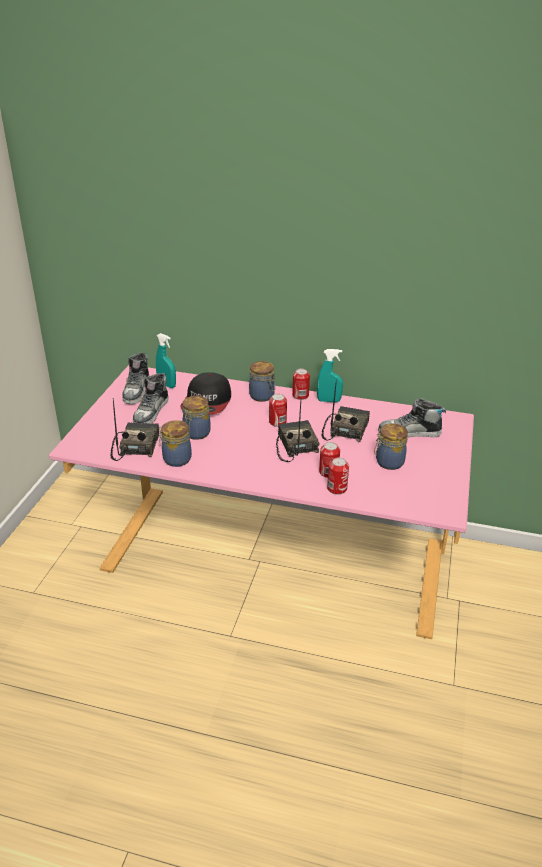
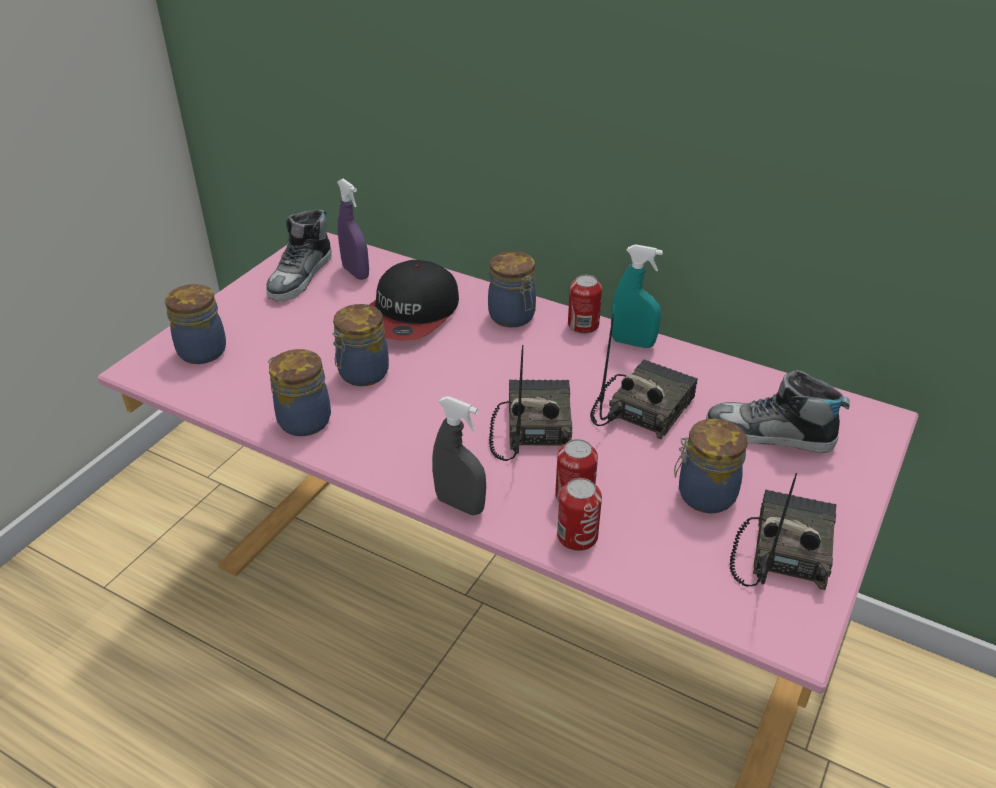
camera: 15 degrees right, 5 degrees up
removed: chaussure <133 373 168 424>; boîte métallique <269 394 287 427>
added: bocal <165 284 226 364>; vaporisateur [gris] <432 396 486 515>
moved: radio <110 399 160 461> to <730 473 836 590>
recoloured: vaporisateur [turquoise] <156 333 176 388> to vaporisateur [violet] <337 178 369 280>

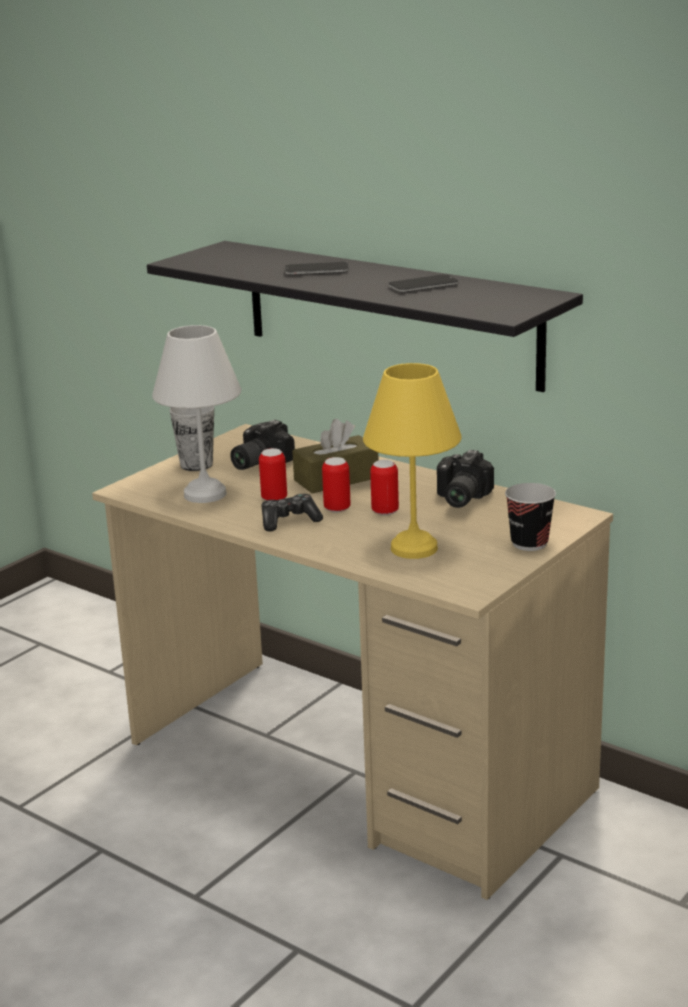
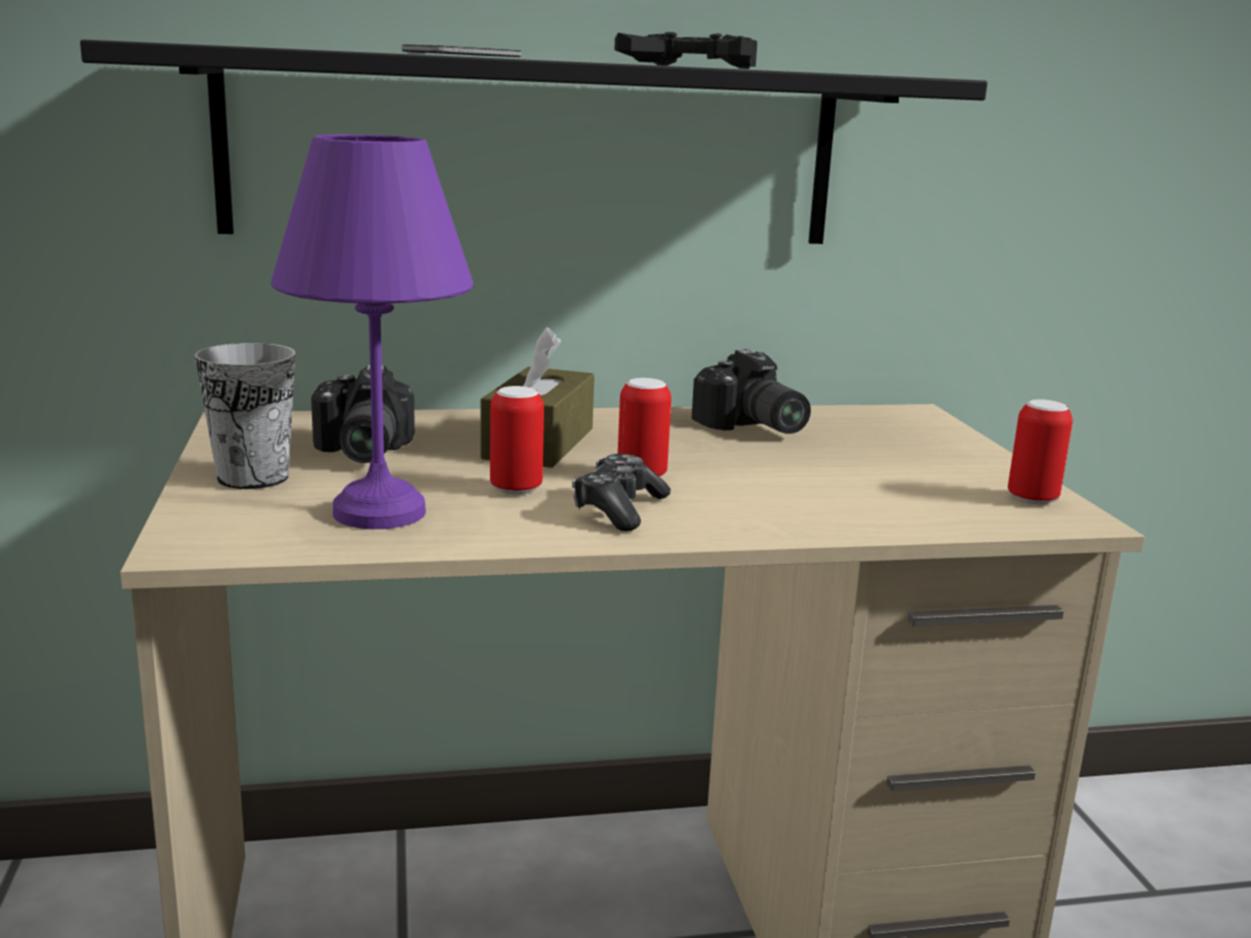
camera: 50 degrees left, 5 degrees down
removed: lampe de table [jaune] <363 363 462 559>; tasse <505 483 556 551>
moved: boîte métallique <370 460 399 516> to <1008 399 1073 505>
replaced: téléphone <388 274 459 292> to manette [noir] <614 32 757 69>
recoloured: lampe de table [blanc] <152 325 241 503> to lampe de table [violet] <271 134 473 529>

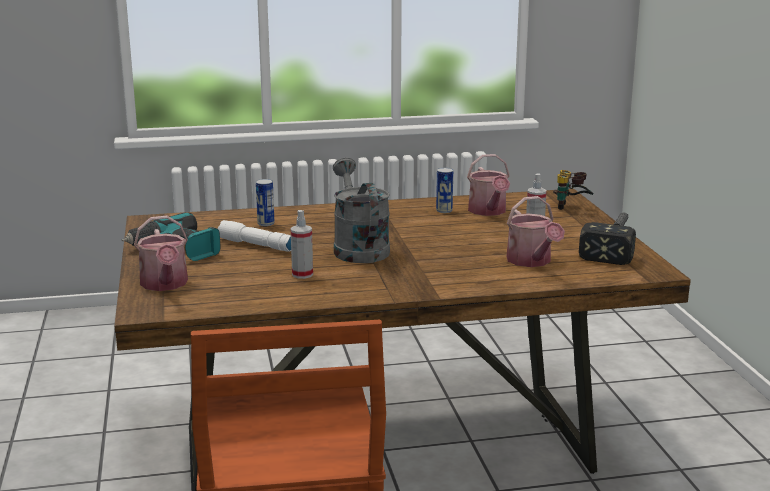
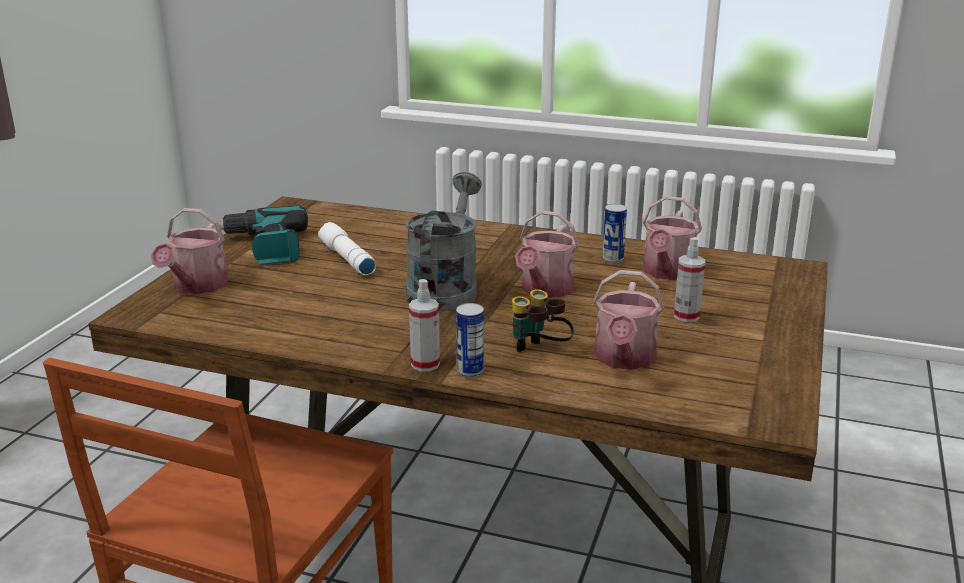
camera: 30 degrees right, 5 degrees up
removed: marteau <579 212 636 265>
added: arrosoir <515 211 579 298>
moved: boîte métallique <256 179 274 226> to <456 303 484 378>; vaporisateur <291 210 313 279> to <409 279 440 372>; jumelles <553 170 593 210> to <512 289 574 352>

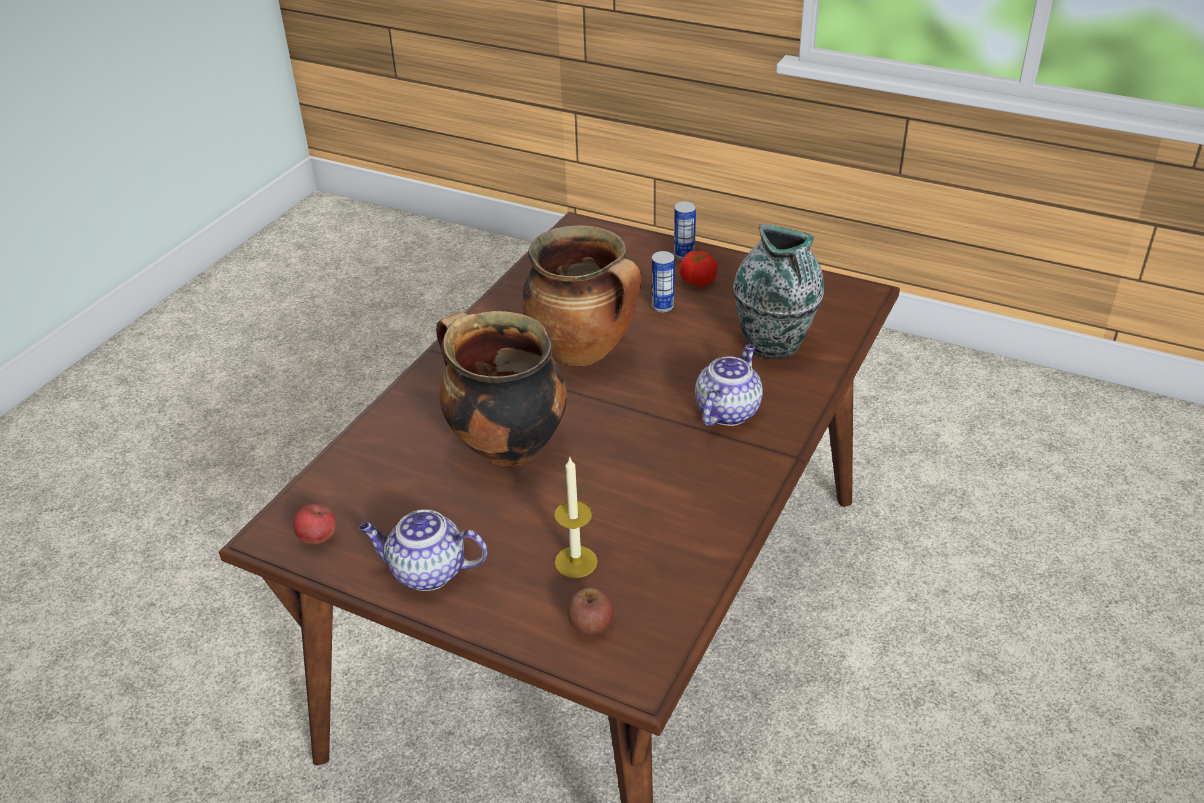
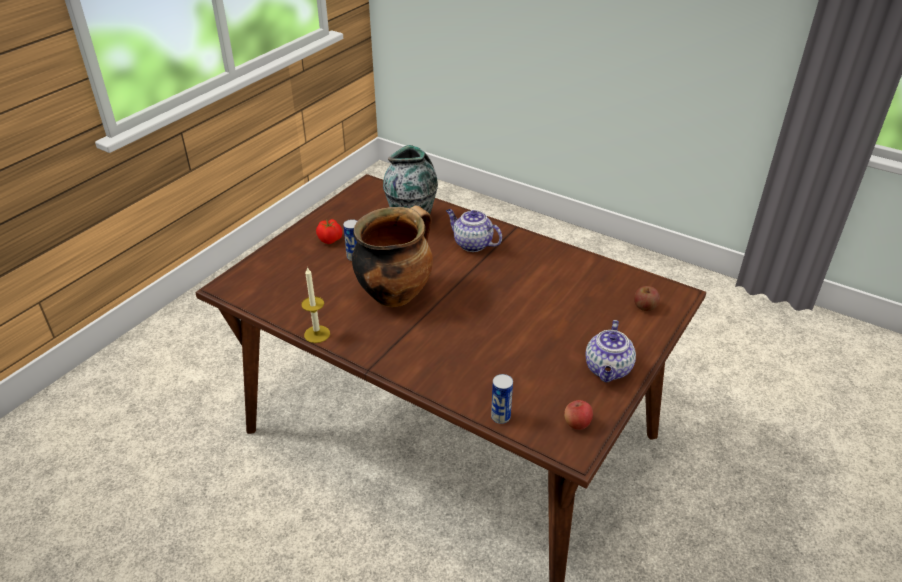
camera: 85 degrees left, 0 degrees up
removed: marmite <436 311 567 466>
moved: bougie <554 458 598 578> to <301 267 330 343>; boîte métallique <674 202 696 260> to <491 374 513 424>

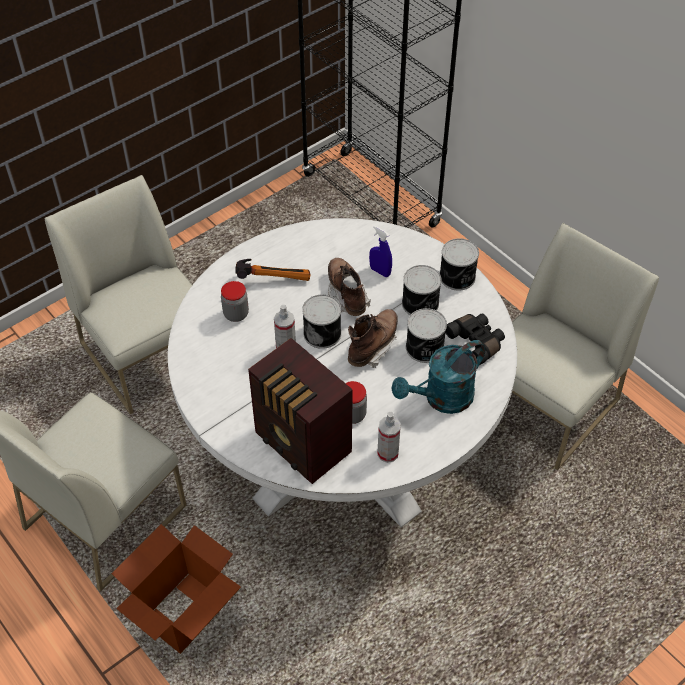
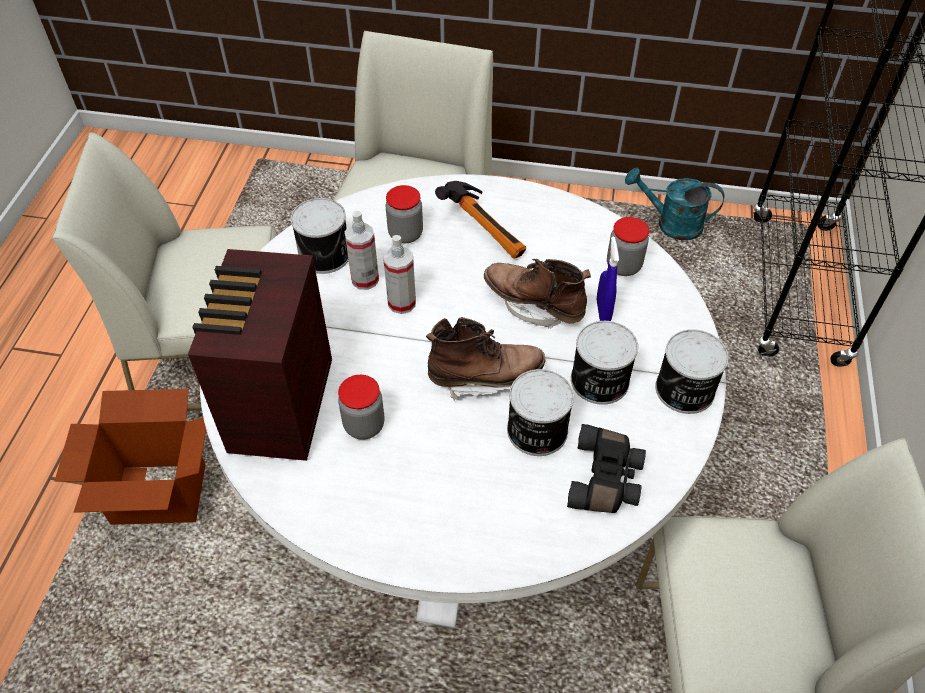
camera: 50 degrees right, 0 degrees up
added: bocal <607 217 649 276>
moved: boîte métallique <302 295 341 349> to <291 198 349 274>; vaporisateur <377 412 401 463> to <345 211 379 290>; arrosoir [turquoise] <391 340 485 414> to <625 168 724 240>
turned: botte [marron] <328 258 371 316> = <484 259 591 329> 90 degrees counterclockwise

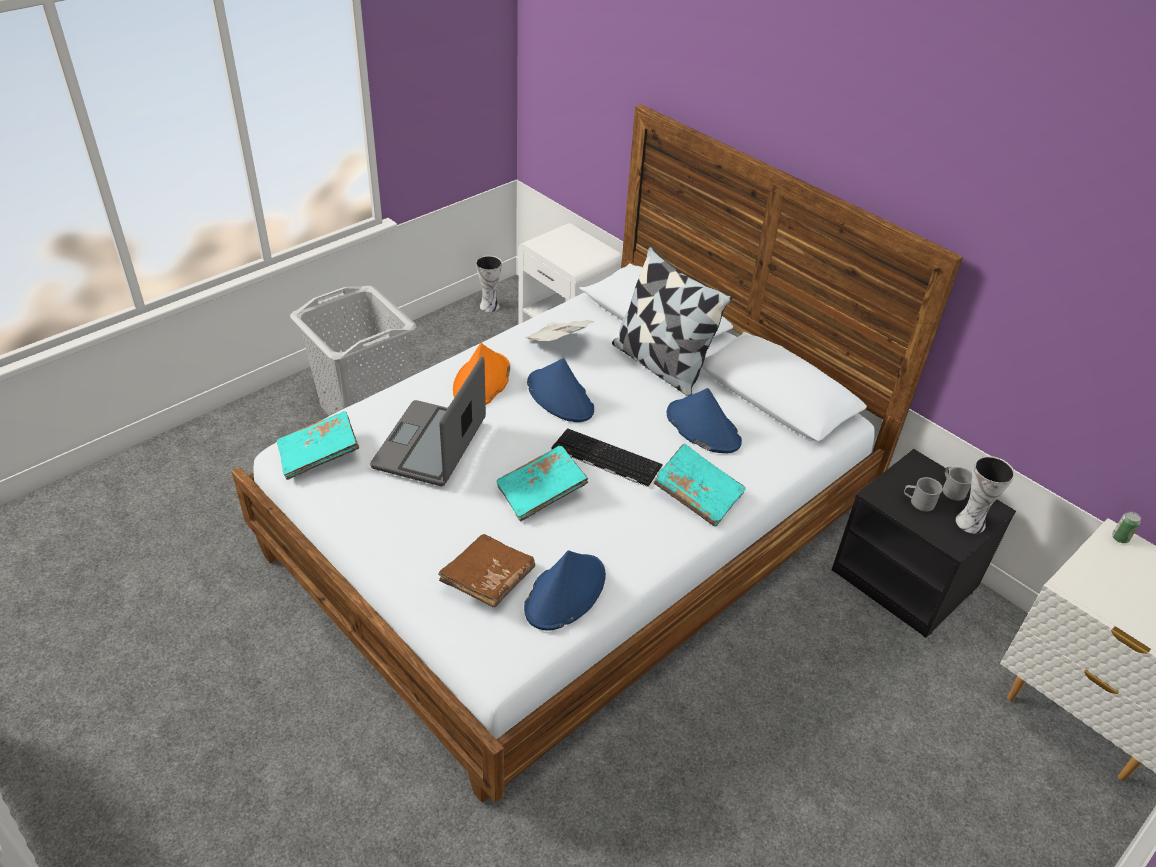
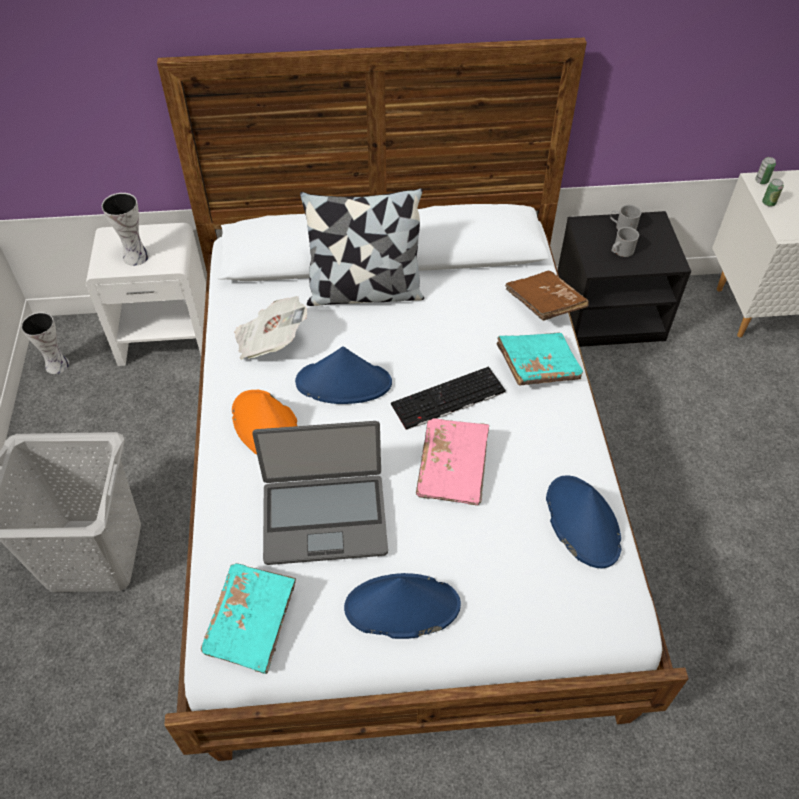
camera: 50 degrees left, 10 degrees up
added: boîte métallique <762 179 784 206>
moved: livre [marron] <438 534 535 607> to <505 270 589 321>; chapeau [bleu] <667 388 742 453> to <344 573 461 639>; vase <956 456 1015 534> to <102 193 149 266>
recoloured: livre [turquoise] <496 446 588 522> to livre [rose] <416 418 489 505>
turned: ordinateur portable <370 356 486 486> = <252 421 388 565> 60 degrees counterclockwise

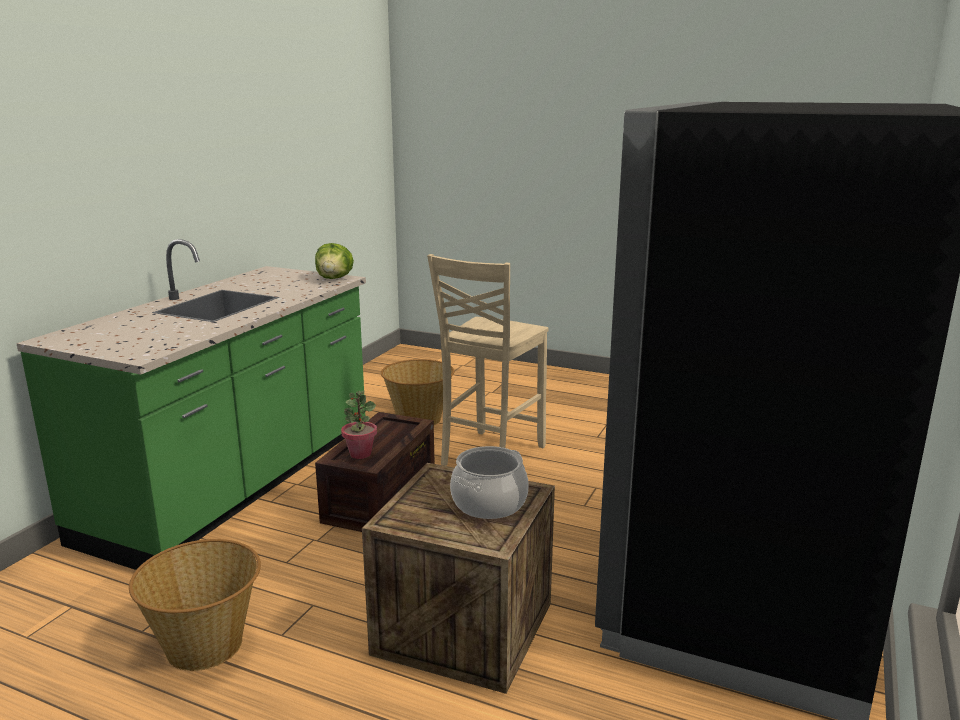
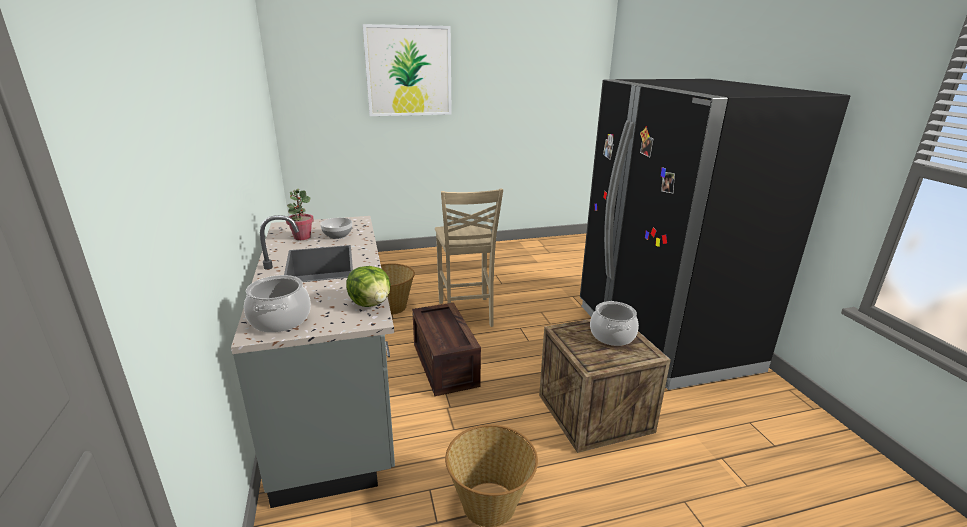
camera: 40 degrees left, 5 degrees up
added: marmite <244 275 311 333>; bol <320 218 352 239>; tableau <363 24 452 116>
moved: laitue <315 243 354 279> to <346 266 391 307>; plante en pot <341 391 377 459> to <286 189 314 240>
recoloured: comptoir de cuisine [vert] <16 239 366 570> to comptoir de cuisine [gris] <231 215 395 508>

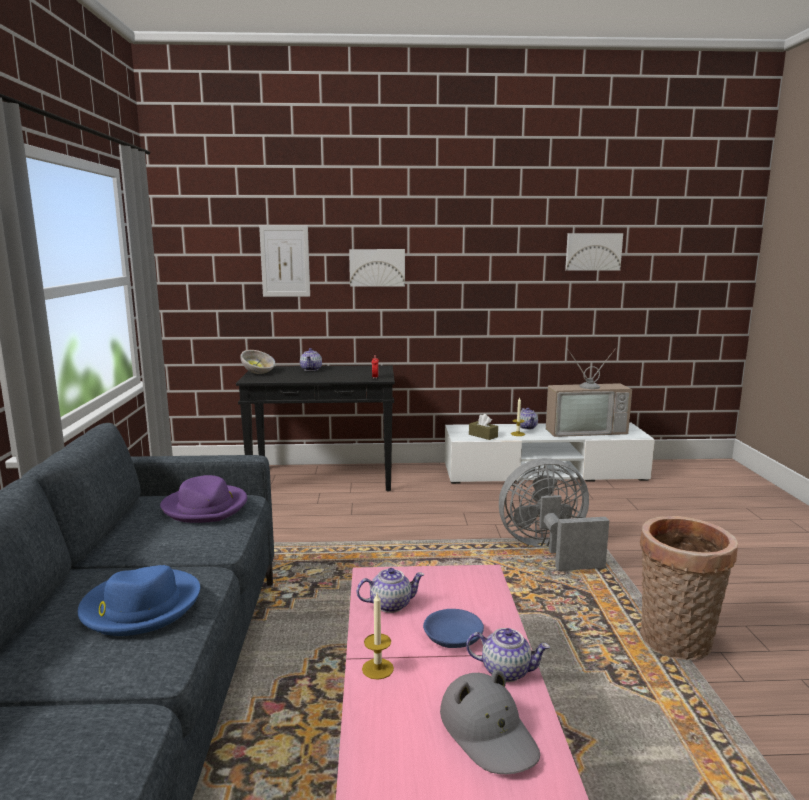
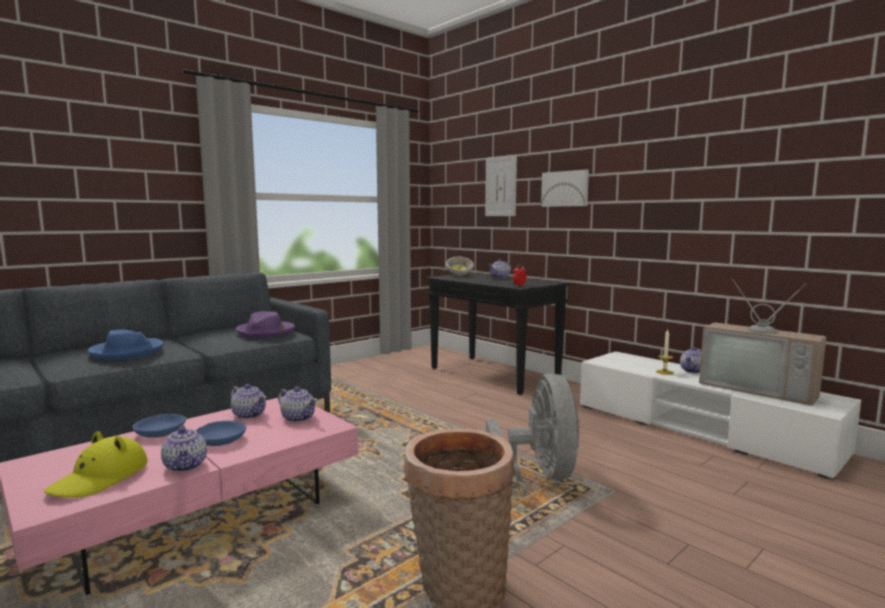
camera: 50 degrees right, 5 degrees down
removed: boîte à mouchoirs [marron] <469 414 498 440>; tableau <565 233 623 271>
added: théière <278 386 318 422>
replaced: bougie <362 593 394 680> to bol [bleu] <133 414 186 438>
recoloured: chapeau [gris] <440 670 540 774> to chapeau [jaune] <44 431 148 498>
turned: ventilateur [gris] <499 458 609 571> = <486 373 580 480> 45 degrees clockwise

